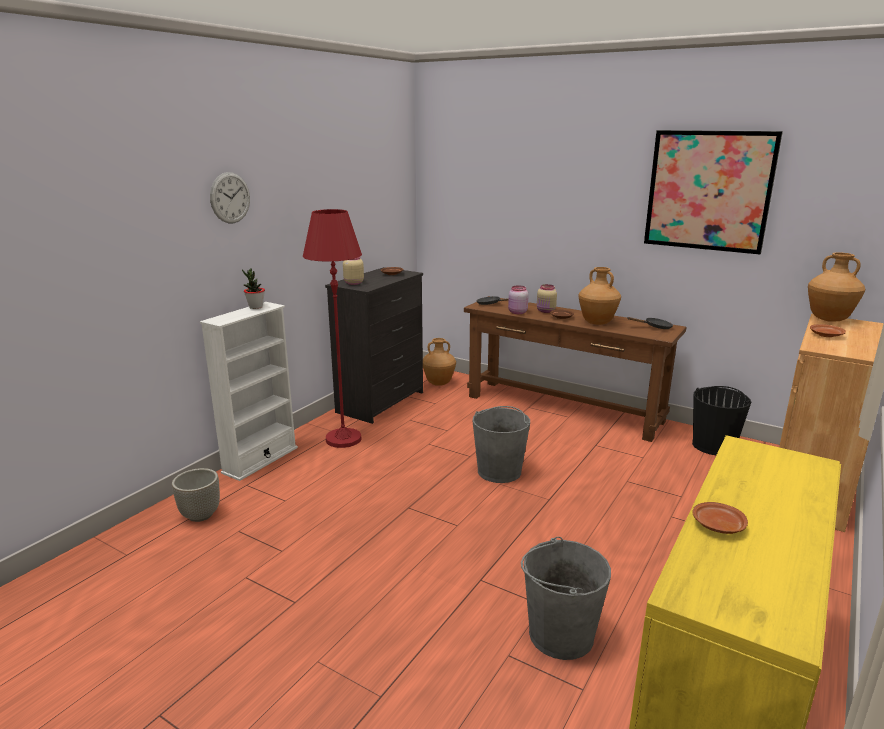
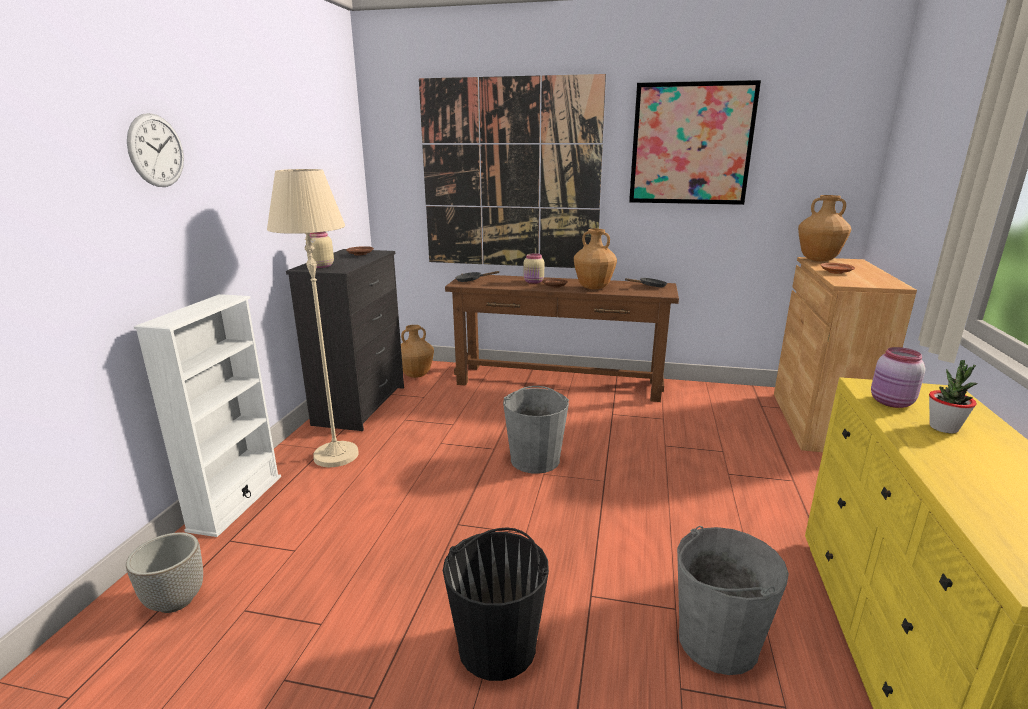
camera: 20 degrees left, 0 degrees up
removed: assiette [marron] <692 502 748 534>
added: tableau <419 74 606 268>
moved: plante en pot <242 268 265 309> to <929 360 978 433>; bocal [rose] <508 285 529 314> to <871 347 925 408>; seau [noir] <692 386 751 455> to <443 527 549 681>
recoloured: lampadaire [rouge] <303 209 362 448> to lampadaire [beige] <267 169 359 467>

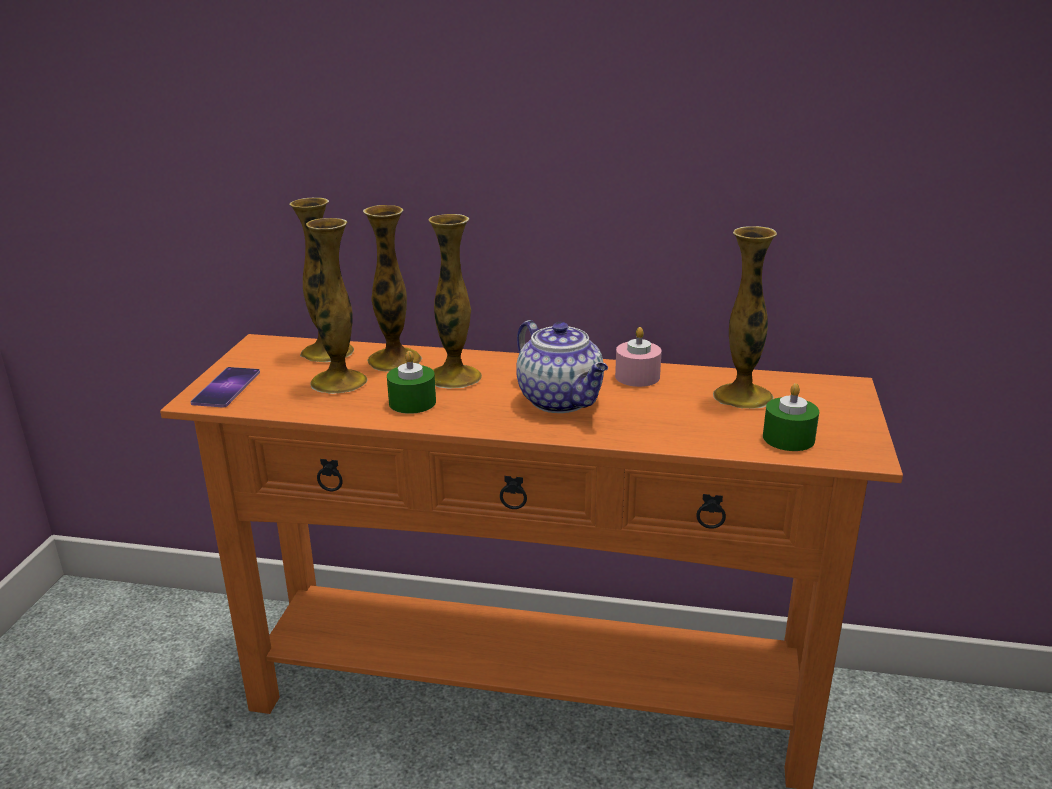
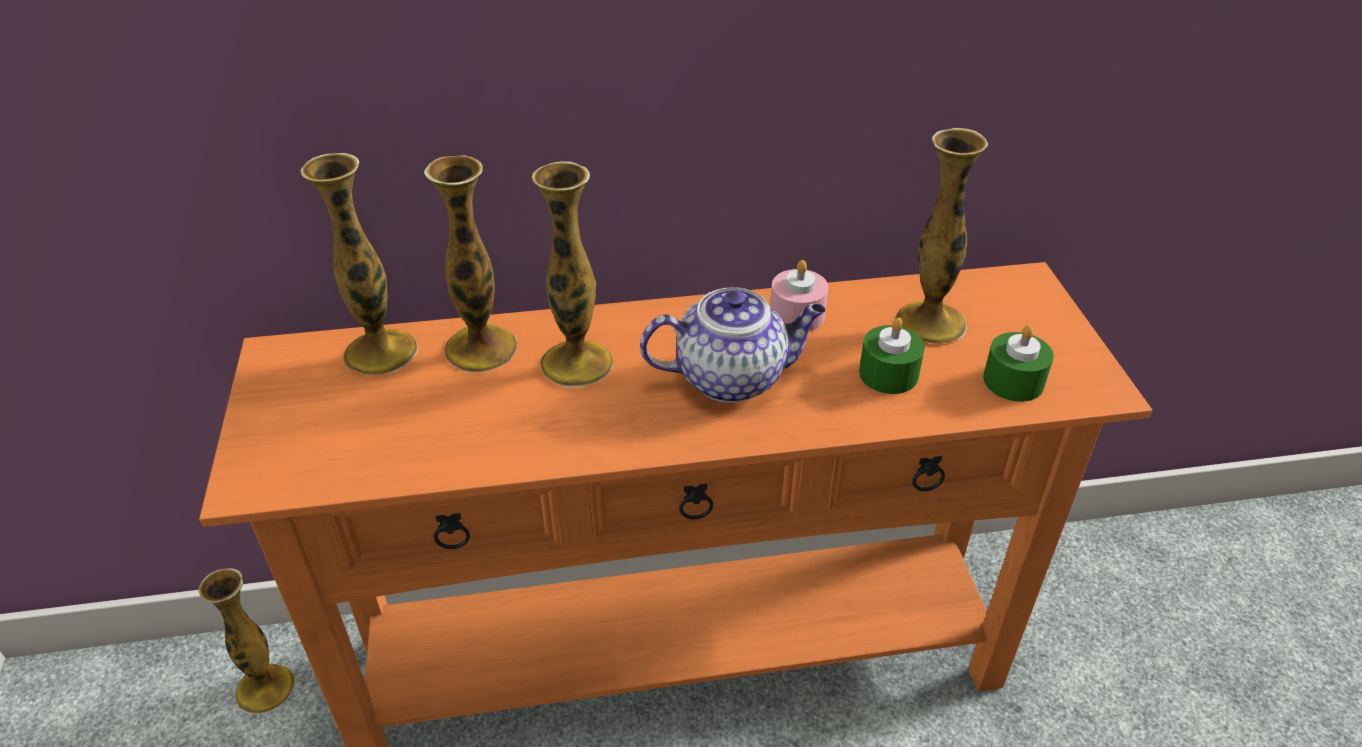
camera: 20 degrees left, 15 degrees up
removed: téléphone <190 367 260 408>
moved: vase <306 218 368 394> to <199 568 295 714>; bougie [vert] <387 351 436 414> to <859 318 925 394>
turned: théière <516 320 608 413> = <640 287 826 403> 45 degrees counterclockwise

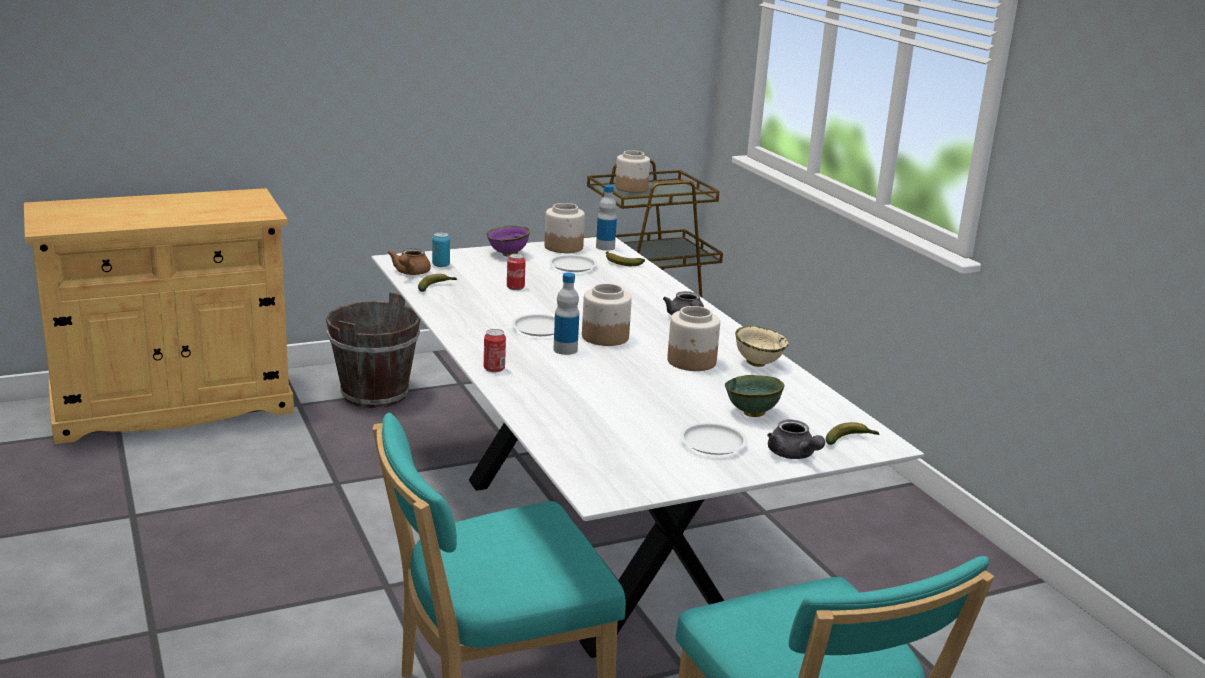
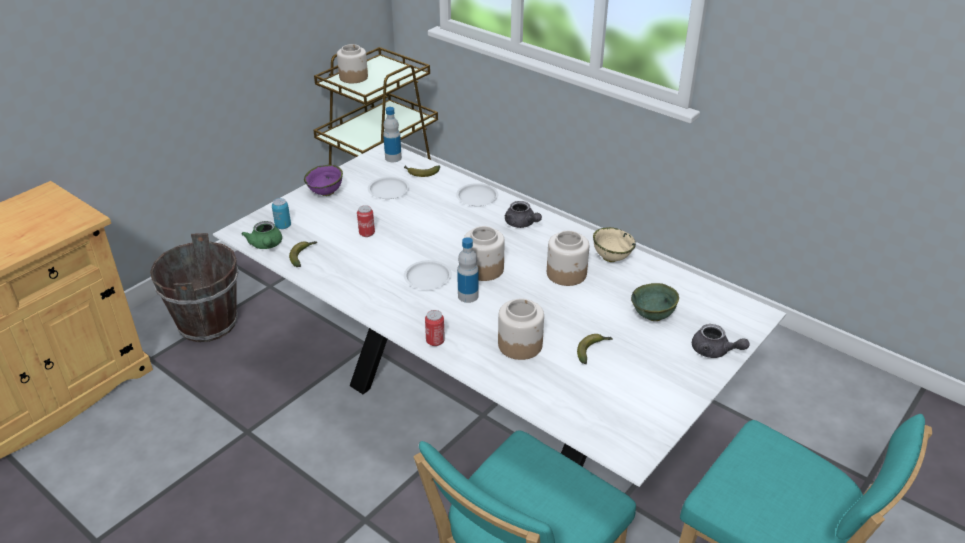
camera: 25 degrees left, 15 degrees up
moved: bocal <544 203 585 253> to <498 299 544 360>; assiette [blanc] <680 423 748 455> to <456 183 498 206>; banane <826 422 880 445> to <577 334 613 364>
recoloured: théière [marron] <388 248 431 275> to théière [vert] <241 221 282 249>

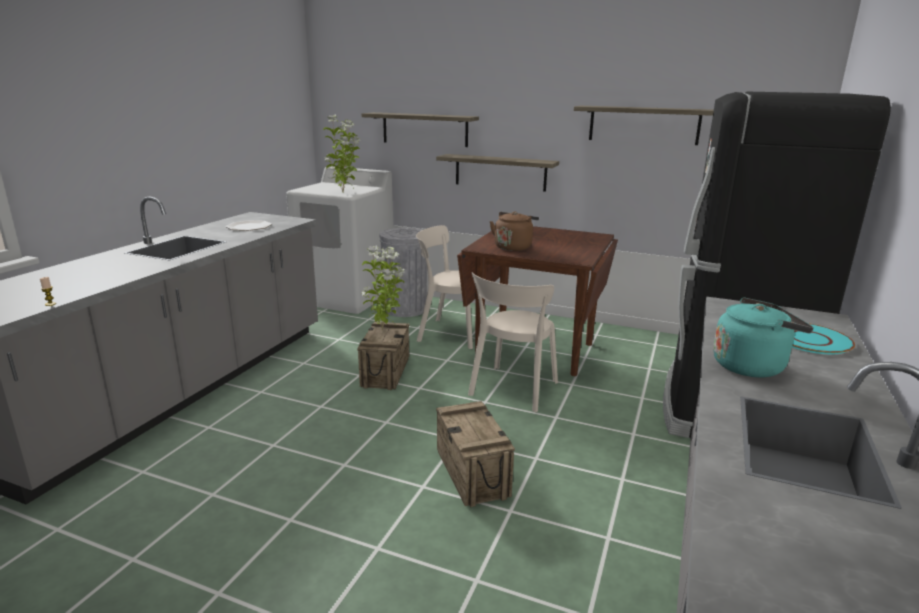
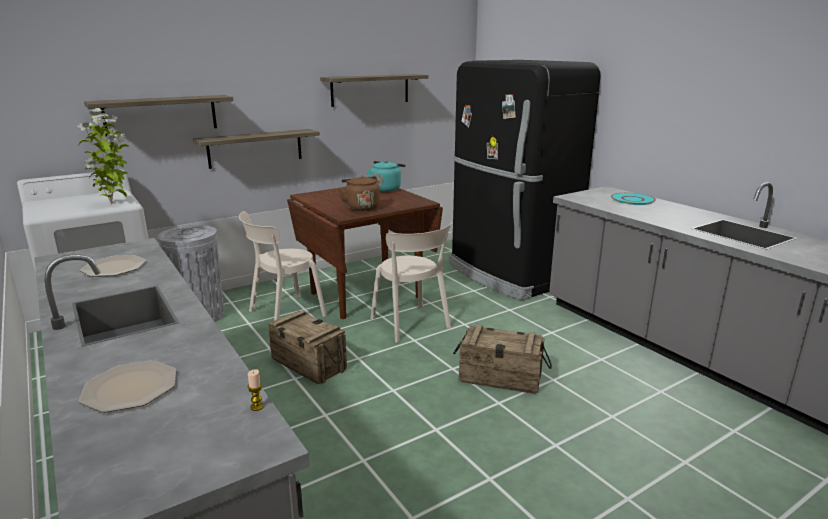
camera: 55 degrees left, 0 degrees up
removed: plante en pot <361 245 406 330>
added: assiette <79 361 176 412>
moved: bouilloire [turquoise] <713 297 814 377> to <367 160 405 192>

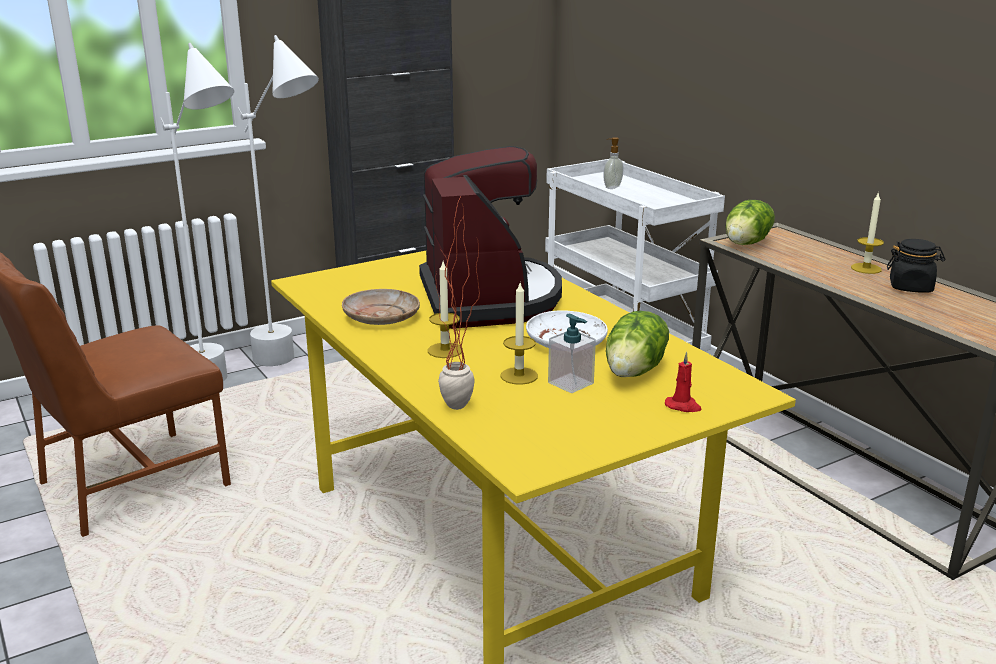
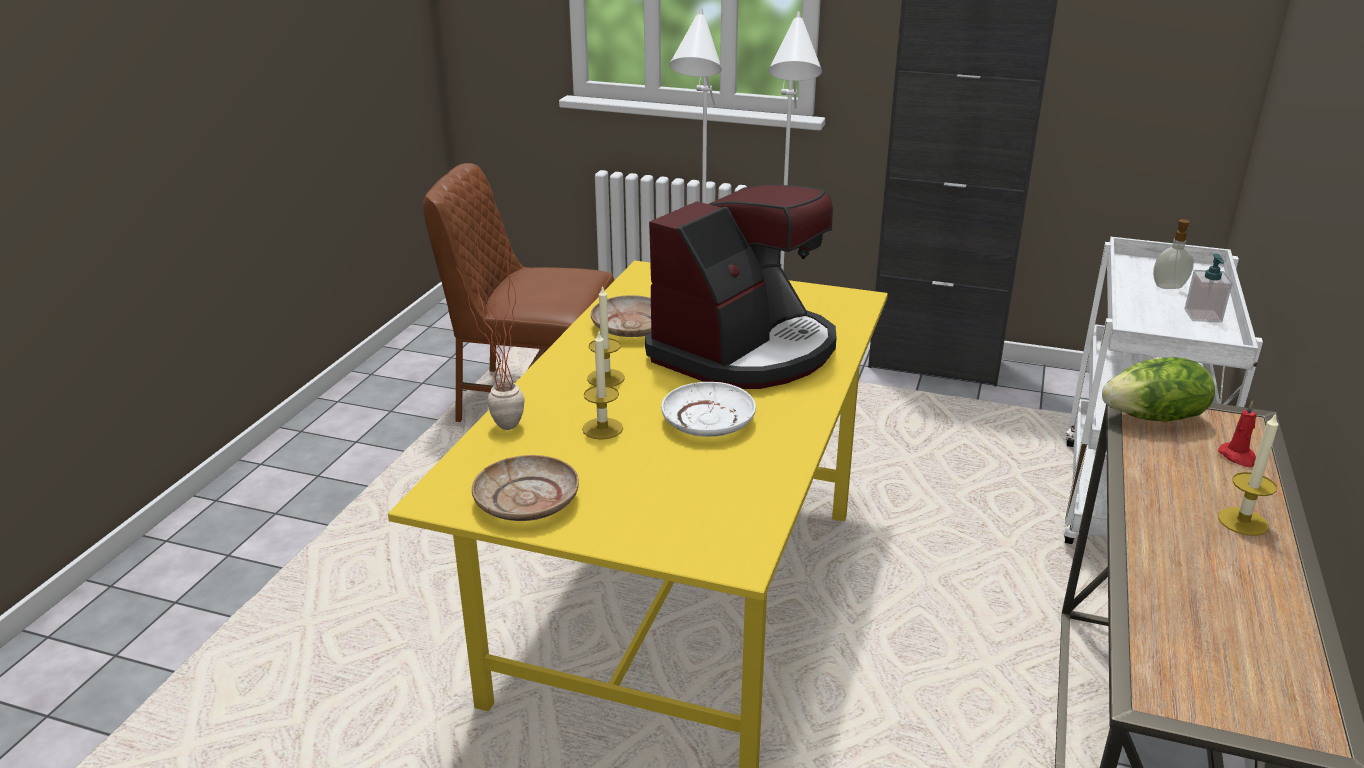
camera: 50 degrees right, 5 degrees up
removed: laitue <606 311 669 377>; bocal [noir] <887 239 946 293>
added: assiette [beige] <472 455 579 521>
moved: distributeur de savon <548 314 596 393> to <1184 253 1233 323>; bougie [rouge] <665 352 702 412> to <1218 401 1257 467>

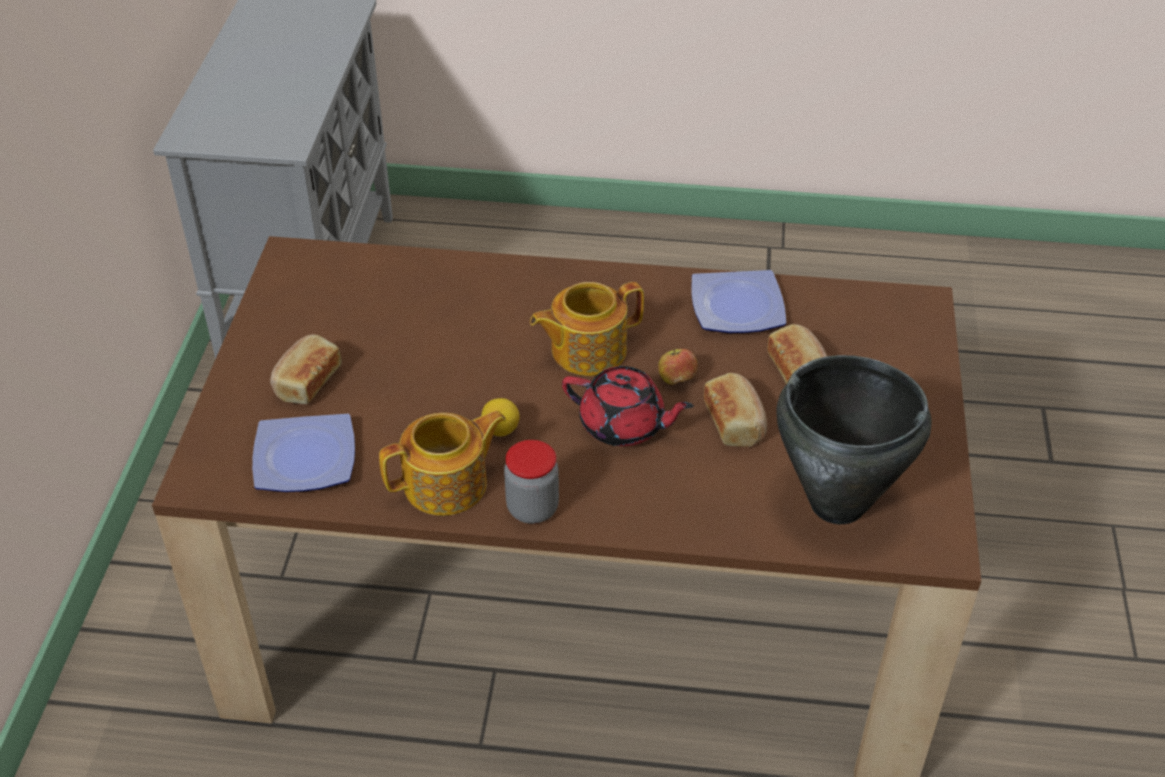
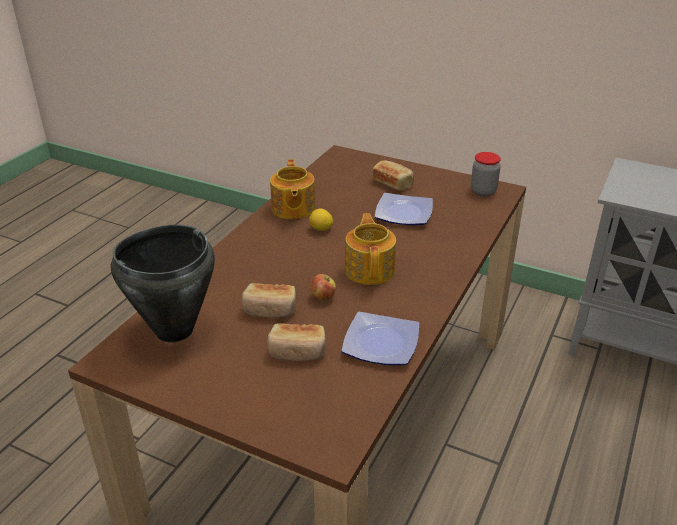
camera: 110 degrees right, 10 degrees down
removed: théière [rouge] <562 366 694 446>
moved: assiette <252 414 355 492> to <375 193 433 225>; bocal <504 440 559 524> to <471 152 501 196>

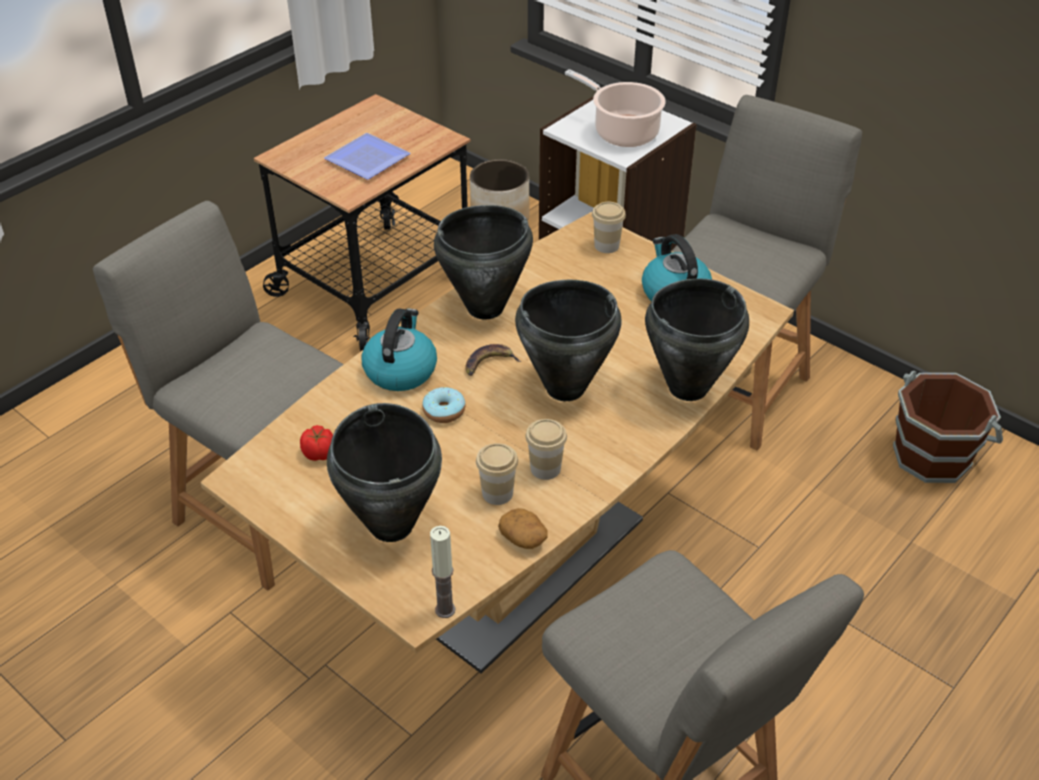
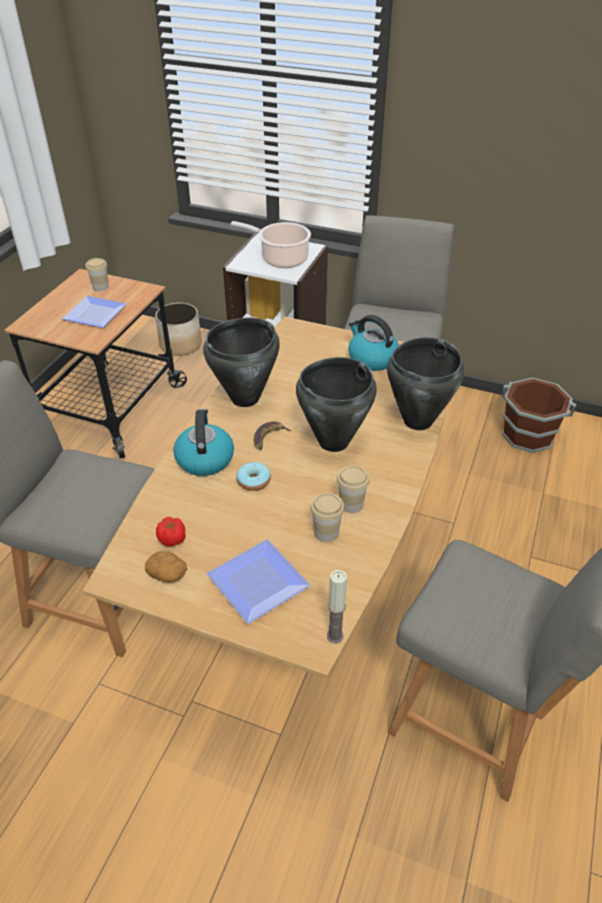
camera: 20 degrees left, 0 degrees up
moved: pomme de terre <498 508 548 549> to <145 551 187 582>; tasse <592 202 626 253> to <85 258 109 291>
replaced: marmite [noir] <327 403 442 542> to assiette <207 539 310 624>

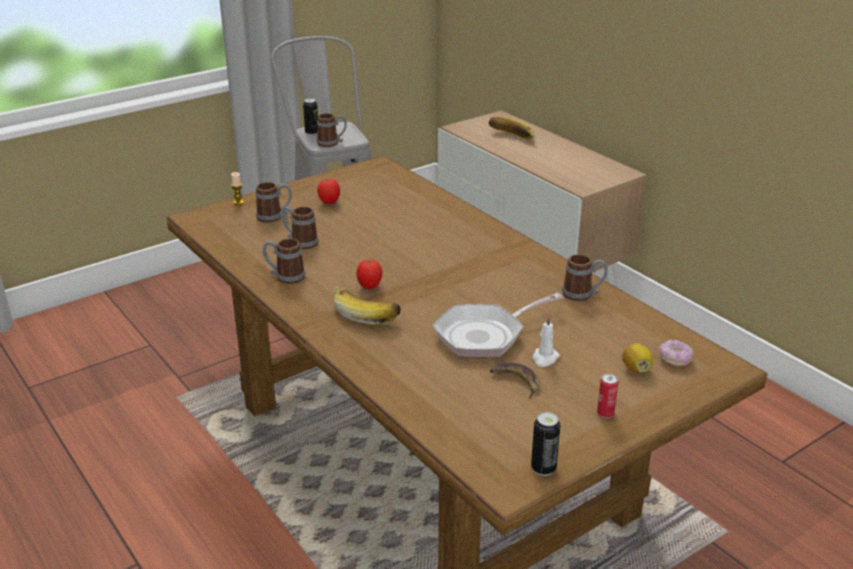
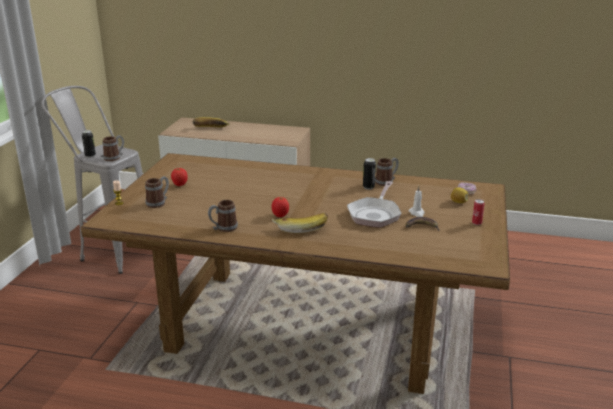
camera: 40 degrees left, 5 degrees down
removed: mug <281 206 319 249>
moved: boîte métallique <531 412 560 476> to <363 158 376 190>

